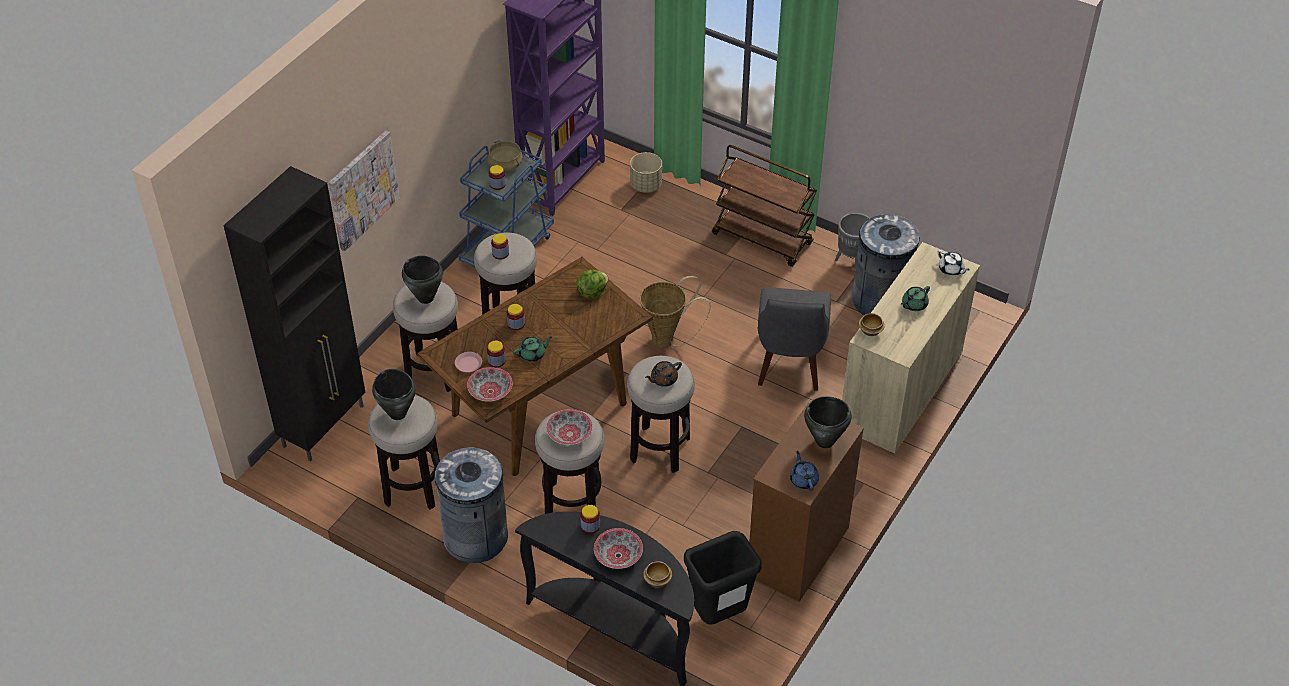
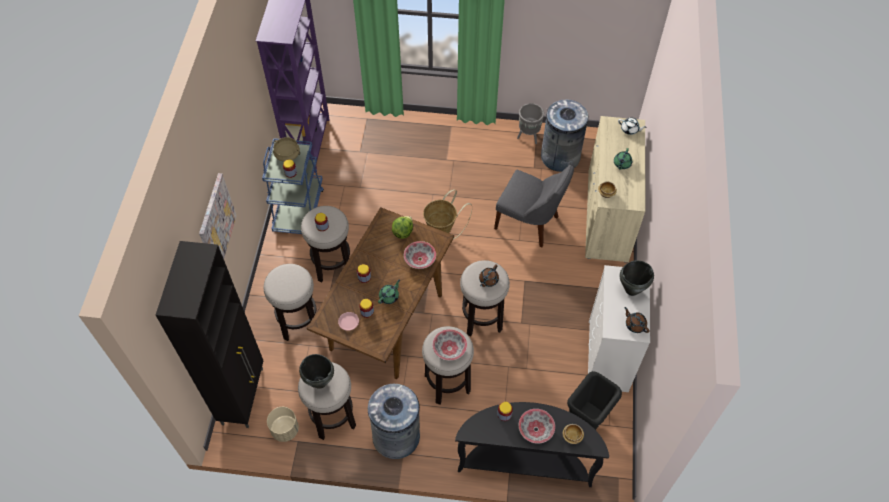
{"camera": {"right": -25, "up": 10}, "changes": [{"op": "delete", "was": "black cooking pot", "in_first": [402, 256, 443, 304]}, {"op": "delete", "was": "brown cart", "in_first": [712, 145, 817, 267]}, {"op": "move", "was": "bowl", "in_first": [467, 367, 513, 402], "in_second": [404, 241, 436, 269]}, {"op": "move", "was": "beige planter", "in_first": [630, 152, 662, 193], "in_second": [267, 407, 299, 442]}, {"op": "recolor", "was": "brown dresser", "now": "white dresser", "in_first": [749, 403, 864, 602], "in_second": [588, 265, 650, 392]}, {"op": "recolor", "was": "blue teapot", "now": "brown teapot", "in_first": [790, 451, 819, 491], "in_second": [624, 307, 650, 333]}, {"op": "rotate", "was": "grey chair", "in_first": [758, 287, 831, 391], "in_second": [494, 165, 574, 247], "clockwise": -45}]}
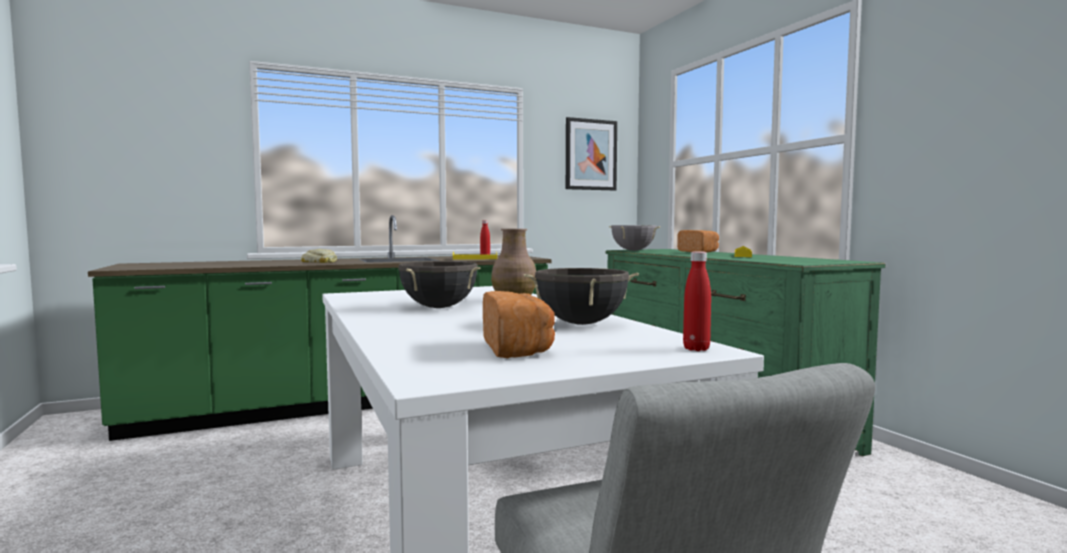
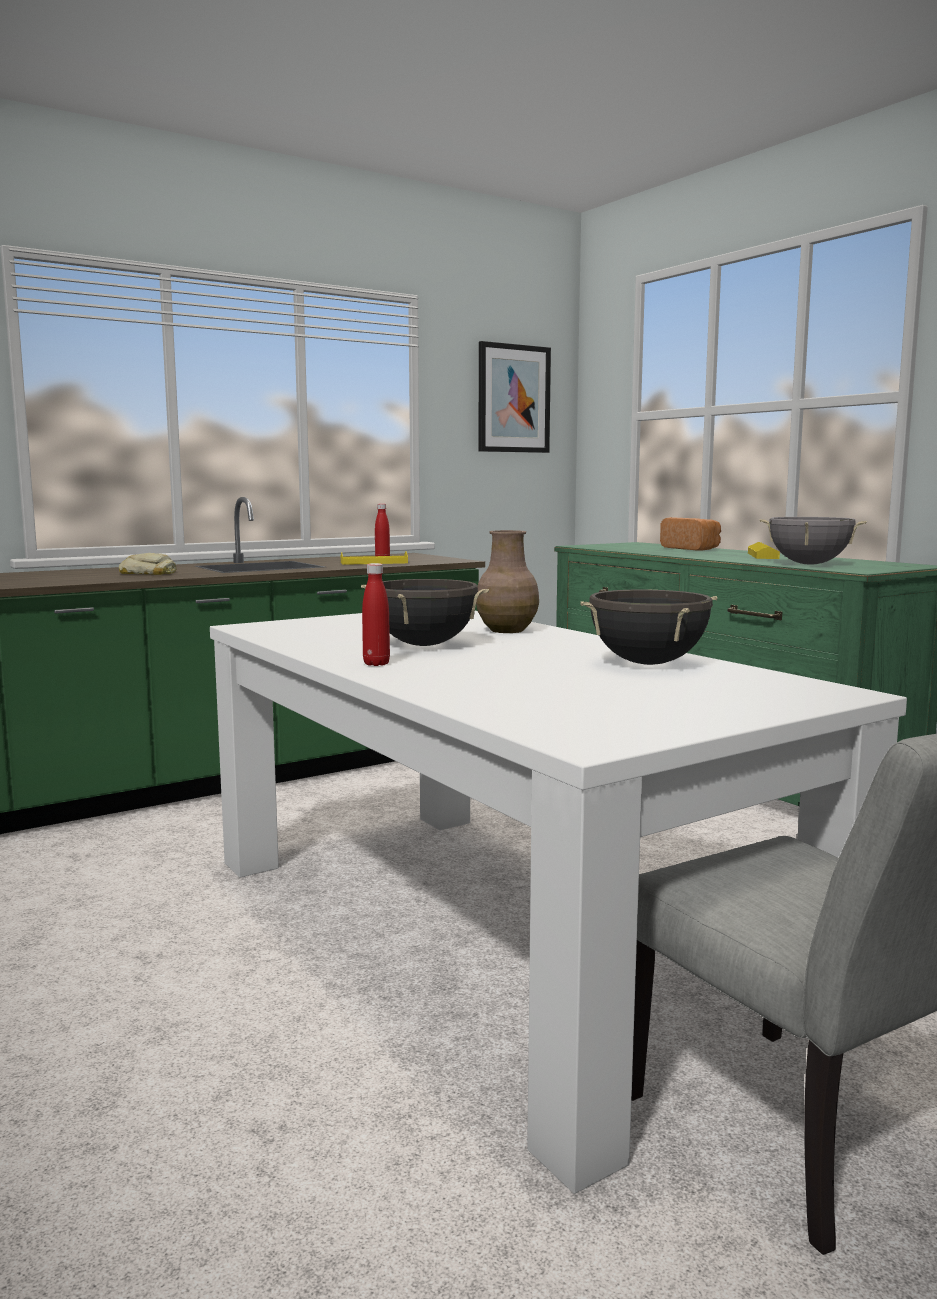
{"camera": {"right": -10, "up": 5}, "changes": [{"op": "delete", "was": "bread", "in_first": [483, 291, 555, 358]}, {"op": "move", "was": "grey cooking pot", "in_first": [609, 225, 660, 251], "in_second": [760, 517, 867, 564]}, {"op": "move", "was": "red bottle", "in_first": [683, 251, 711, 351], "in_second": [362, 563, 390, 666]}]}
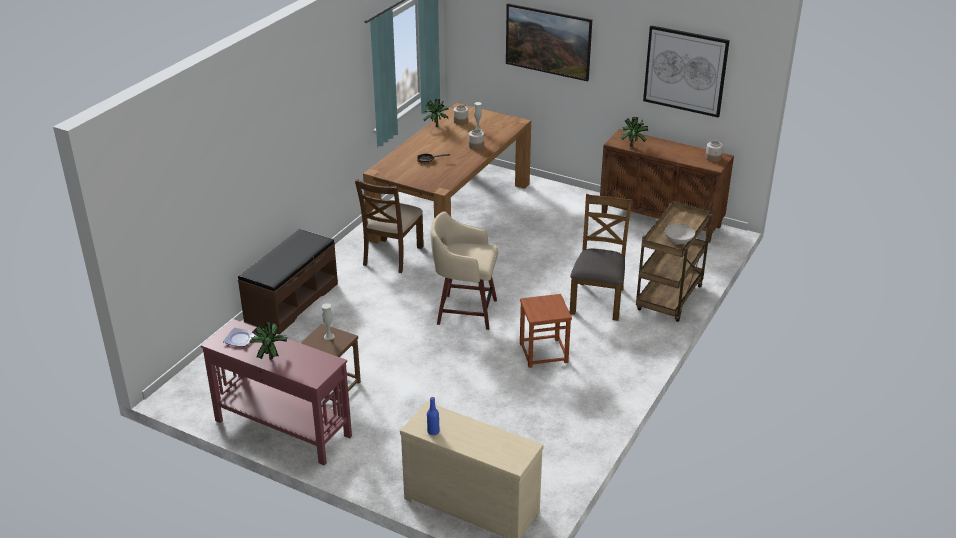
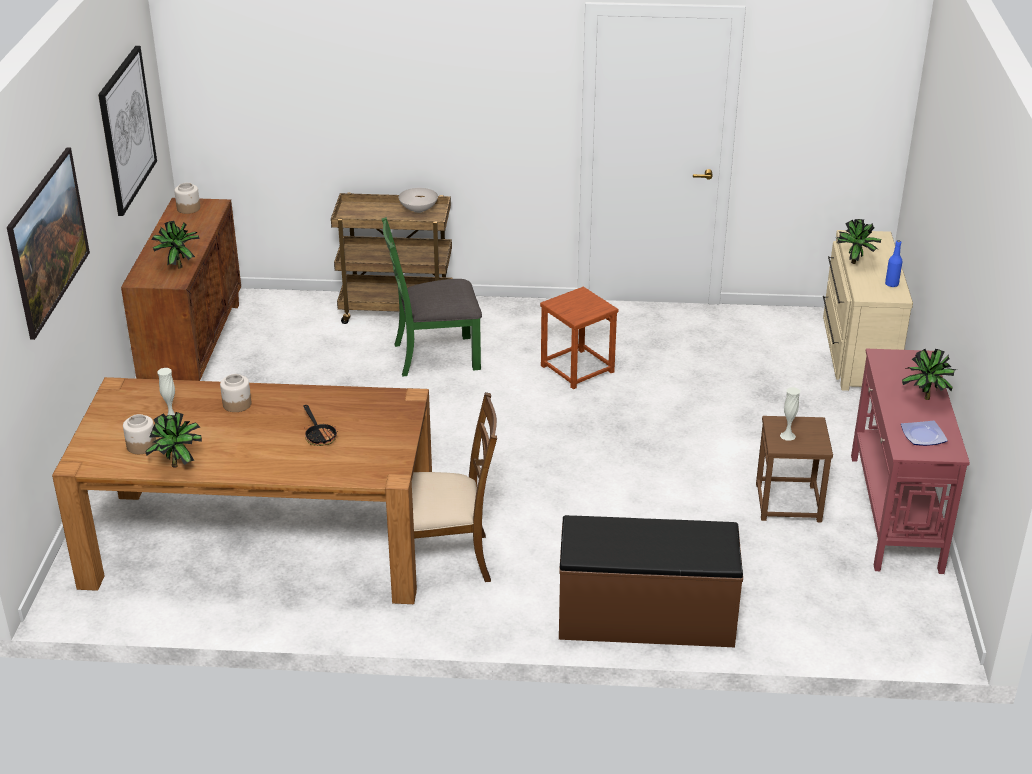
{"camera": {"right": -115, "up": 0}, "changes": [{"op": "delete", "was": "beige stool", "in_first": [431, 211, 498, 330]}, {"op": "insert", "now": "potted plant", "in_second": [837, 219, 881, 264]}, {"op": "recolor", "was": "brown chair", "now": "green chair", "in_first": [570, 194, 632, 321], "in_second": [382, 217, 482, 377]}]}
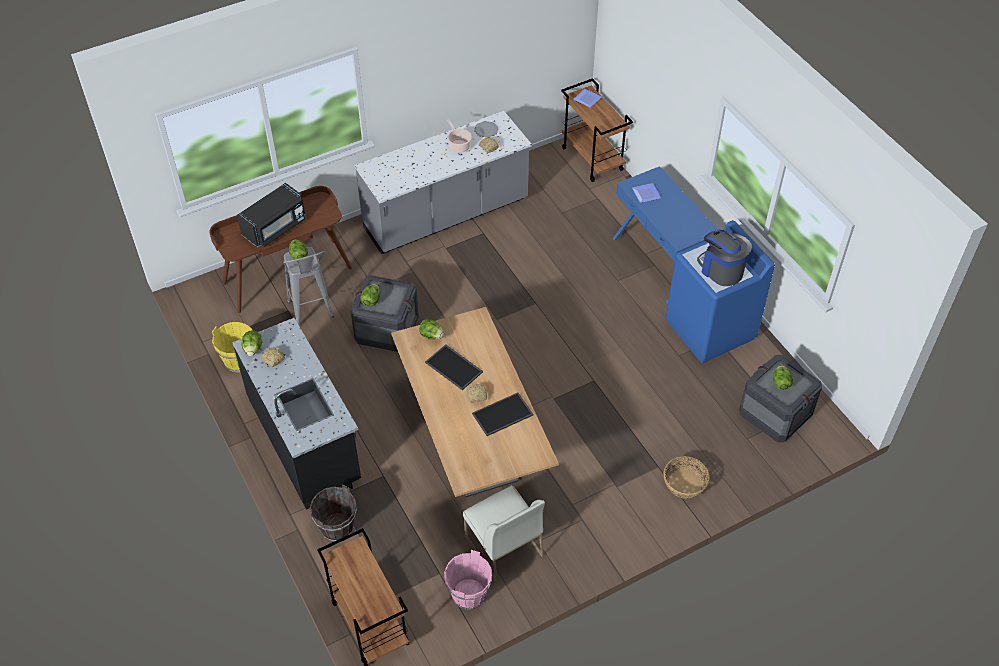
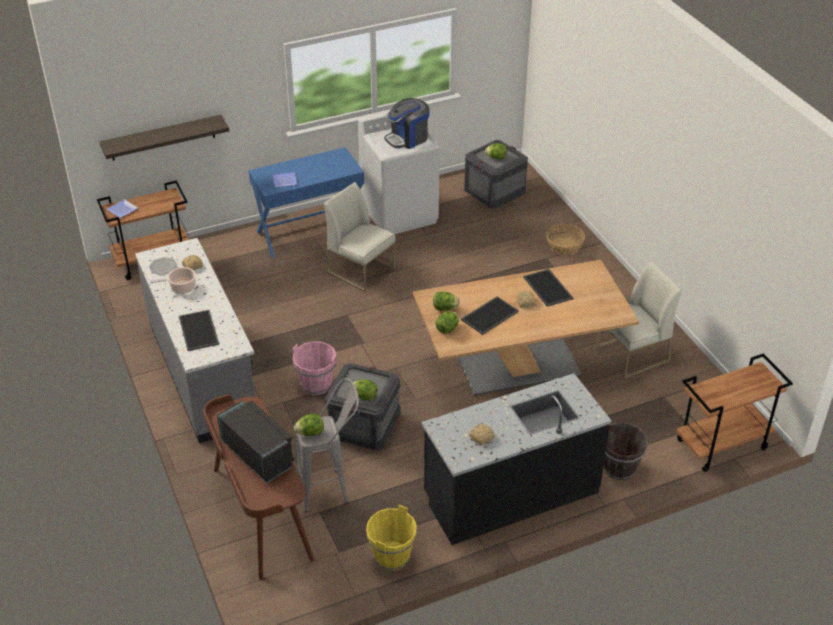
{"camera": {"right": -85, "up": -10}, "changes": [{"op": "insert", "now": "shelf", "in_second": [99, 115, 229, 161]}, {"op": "insert", "now": "tray", "in_second": [179, 310, 219, 351]}, {"op": "insert", "now": "white chair", "in_second": [324, 182, 395, 292]}, {"op": "move", "was": "lettuce", "in_first": [242, 330, 262, 356], "in_second": [433, 291, 460, 311]}, {"op": "move", "was": "pink bucket", "in_first": [444, 550, 492, 610], "in_second": [292, 341, 336, 395]}, {"op": "recolor", "was": "blue washing machine", "now": "white washing machine", "in_first": [666, 220, 775, 363], "in_second": [358, 112, 440, 234]}]}
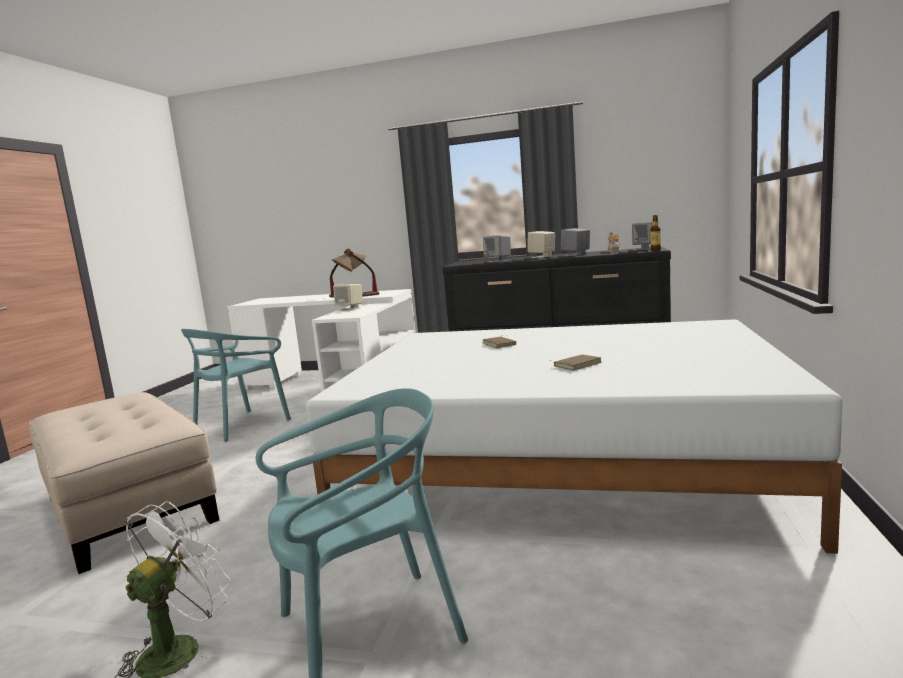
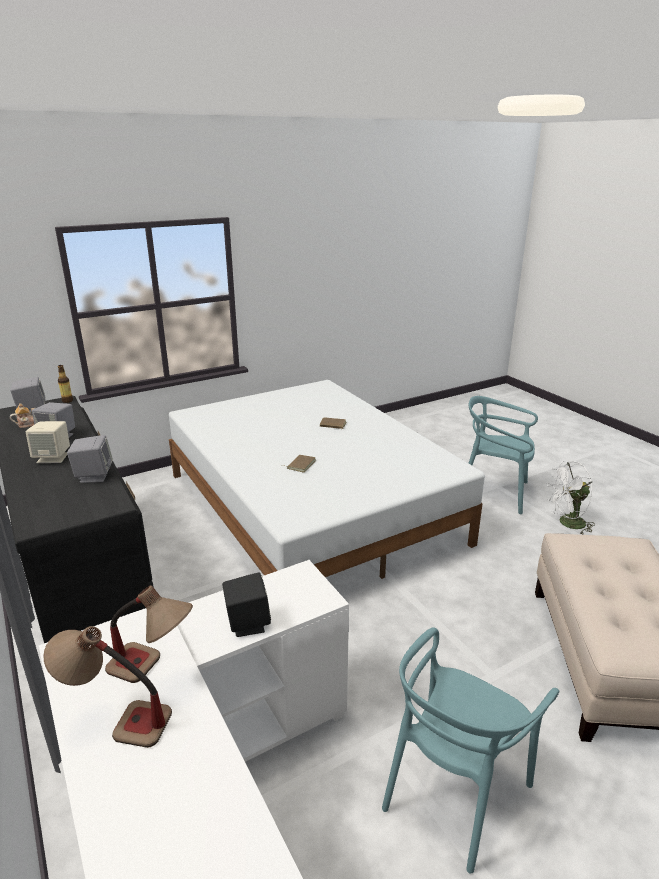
{"camera": {"right": -135, "up": 15}, "changes": [{"op": "recolor", "was": "beige speaker", "now": "black speaker", "in_first": [333, 284, 363, 311], "in_second": [222, 573, 271, 637]}, {"op": "rotate", "was": "turquoise chair", "in_first": [181, 329, 291, 442], "in_second": [382, 627, 559, 873], "clockwise": 135}]}
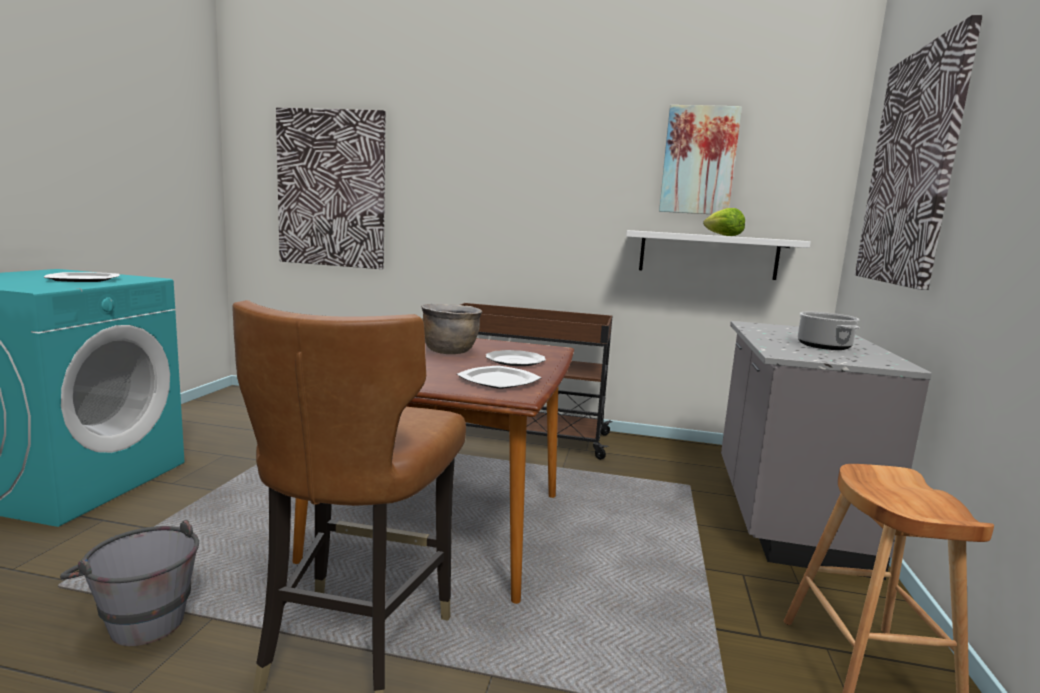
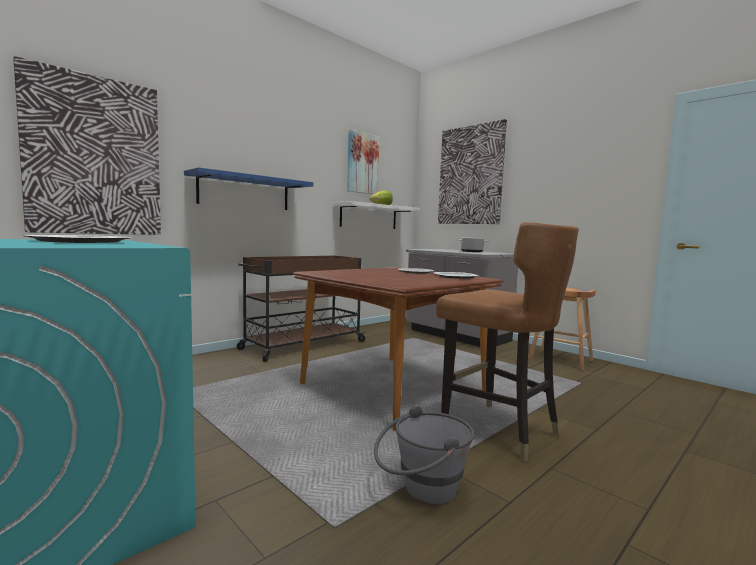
{"camera": {"right": -55, "up": -5}, "changes": [{"op": "delete", "was": "brown cooking pot", "in_first": [421, 304, 483, 354]}, {"op": "insert", "now": "blue shelf", "in_second": [184, 167, 314, 210]}]}
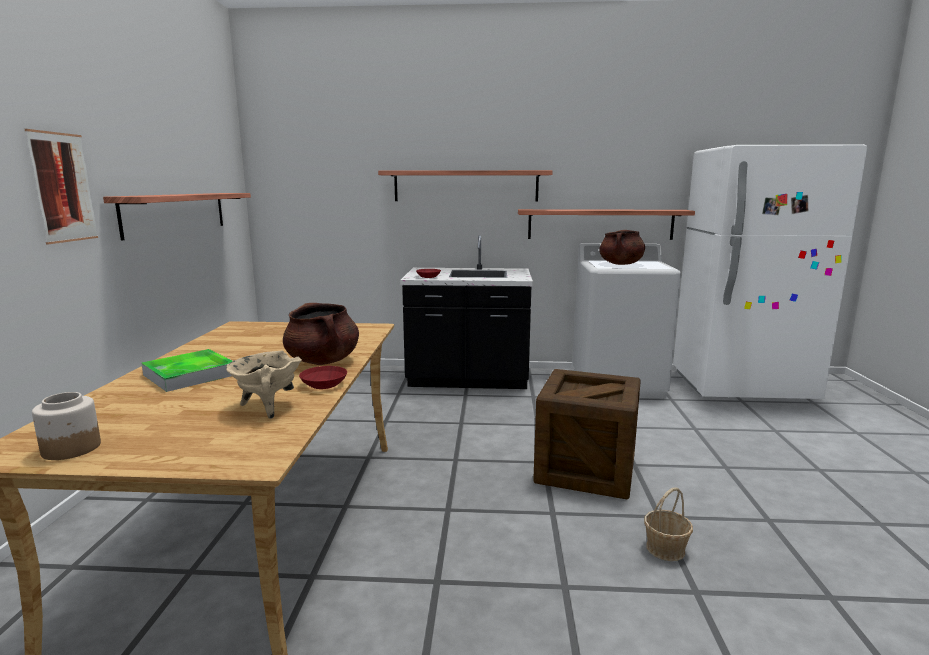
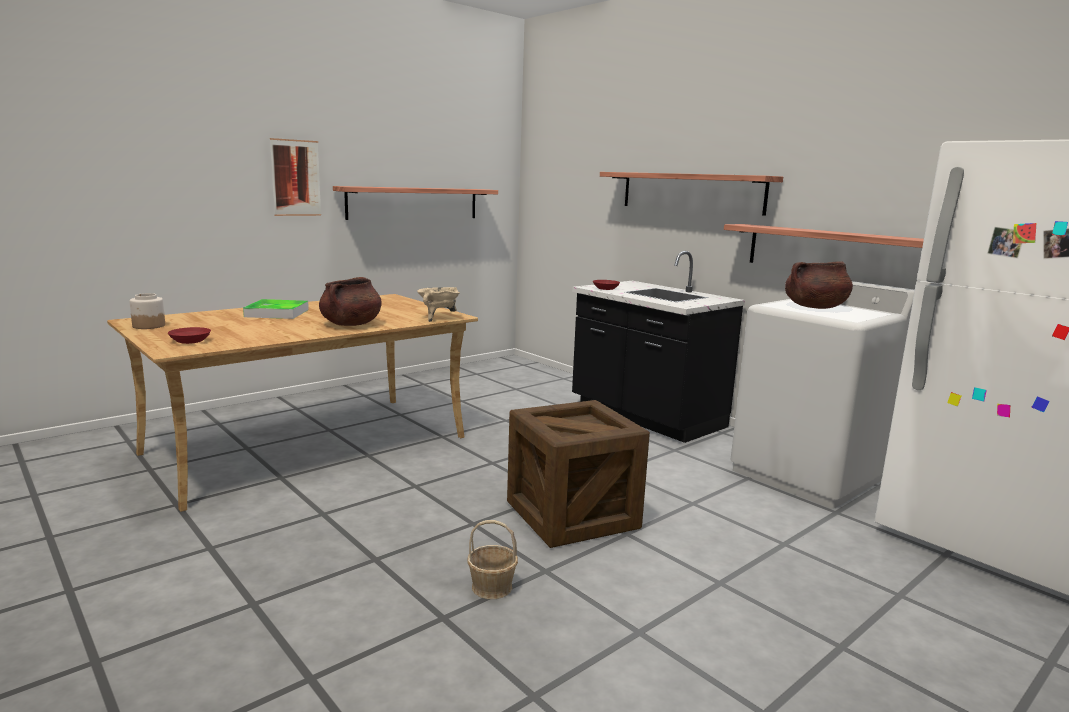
{"camera": {"right": 45, "up": 0}, "changes": [{"op": "move", "was": "beige cooking pot", "in_first": [226, 351, 302, 419], "in_second": [417, 287, 460, 322]}, {"op": "move", "was": "red bowl", "in_first": [299, 366, 347, 389], "in_second": [168, 327, 211, 344]}]}
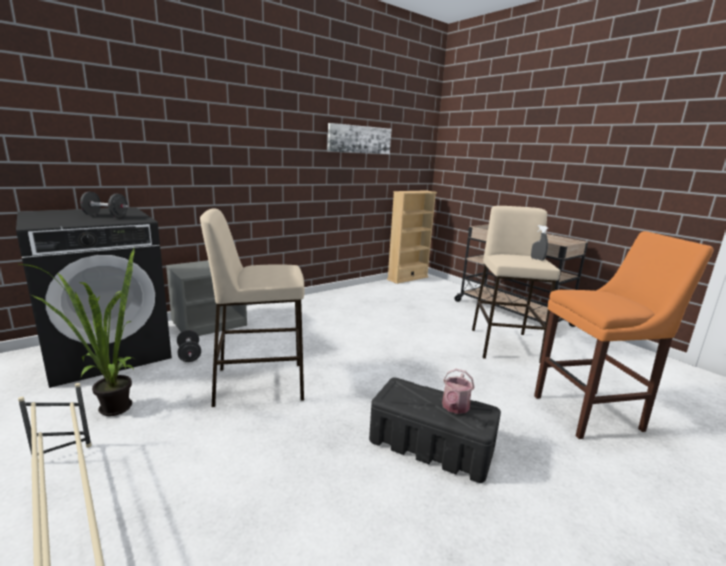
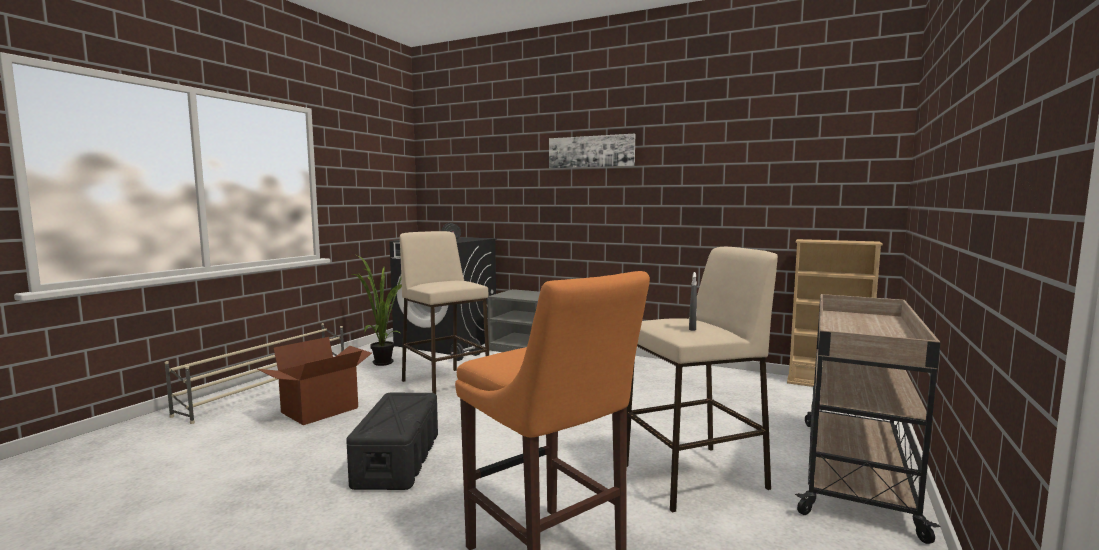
{"camera": {"right": 65, "up": -10}, "changes": [{"op": "delete", "was": "watering can", "in_first": [442, 369, 475, 414]}, {"op": "insert", "now": "cardboard box", "in_second": [257, 337, 372, 425]}, {"op": "move", "was": "picture", "in_first": [328, 123, 391, 154], "in_second": [549, 134, 635, 169]}]}
